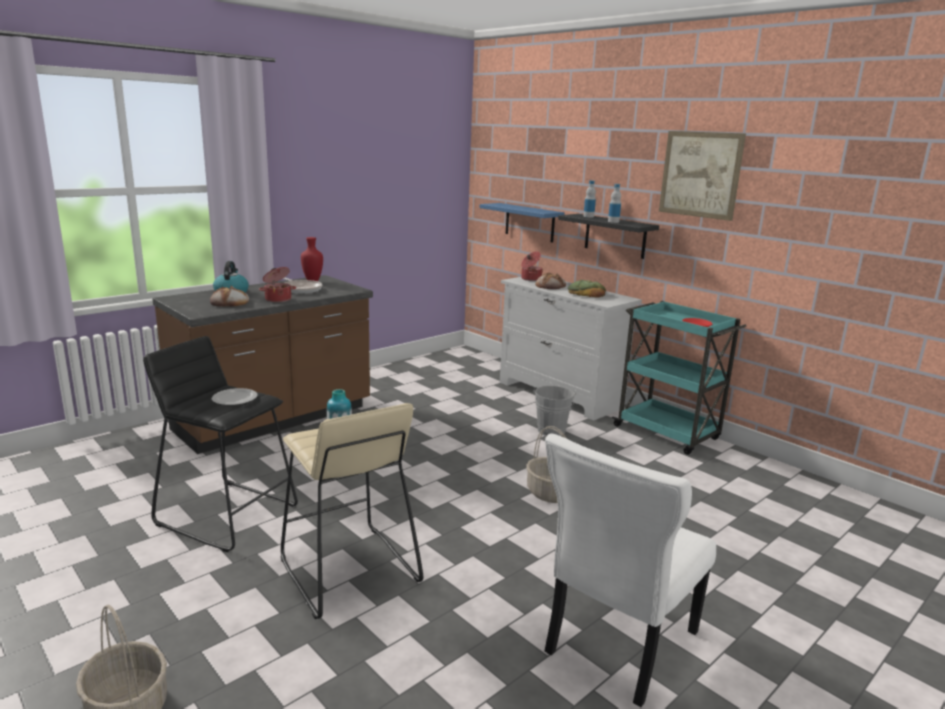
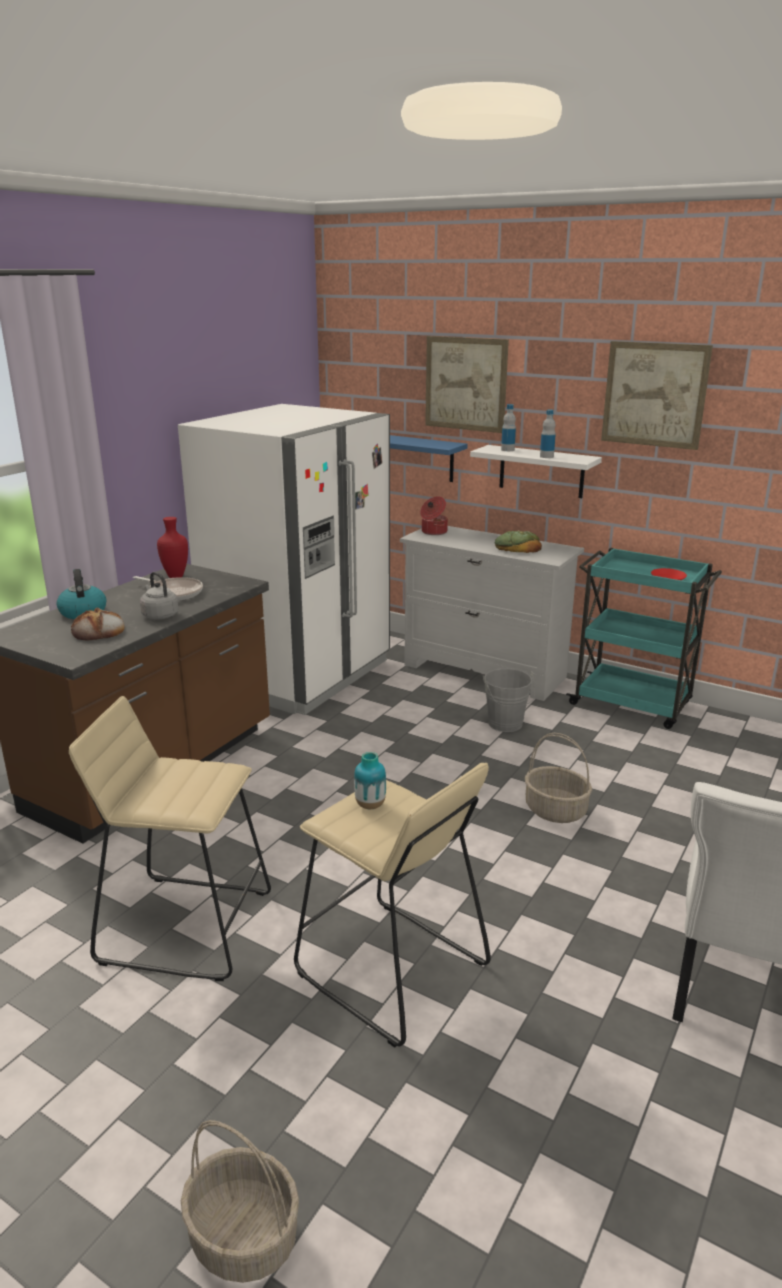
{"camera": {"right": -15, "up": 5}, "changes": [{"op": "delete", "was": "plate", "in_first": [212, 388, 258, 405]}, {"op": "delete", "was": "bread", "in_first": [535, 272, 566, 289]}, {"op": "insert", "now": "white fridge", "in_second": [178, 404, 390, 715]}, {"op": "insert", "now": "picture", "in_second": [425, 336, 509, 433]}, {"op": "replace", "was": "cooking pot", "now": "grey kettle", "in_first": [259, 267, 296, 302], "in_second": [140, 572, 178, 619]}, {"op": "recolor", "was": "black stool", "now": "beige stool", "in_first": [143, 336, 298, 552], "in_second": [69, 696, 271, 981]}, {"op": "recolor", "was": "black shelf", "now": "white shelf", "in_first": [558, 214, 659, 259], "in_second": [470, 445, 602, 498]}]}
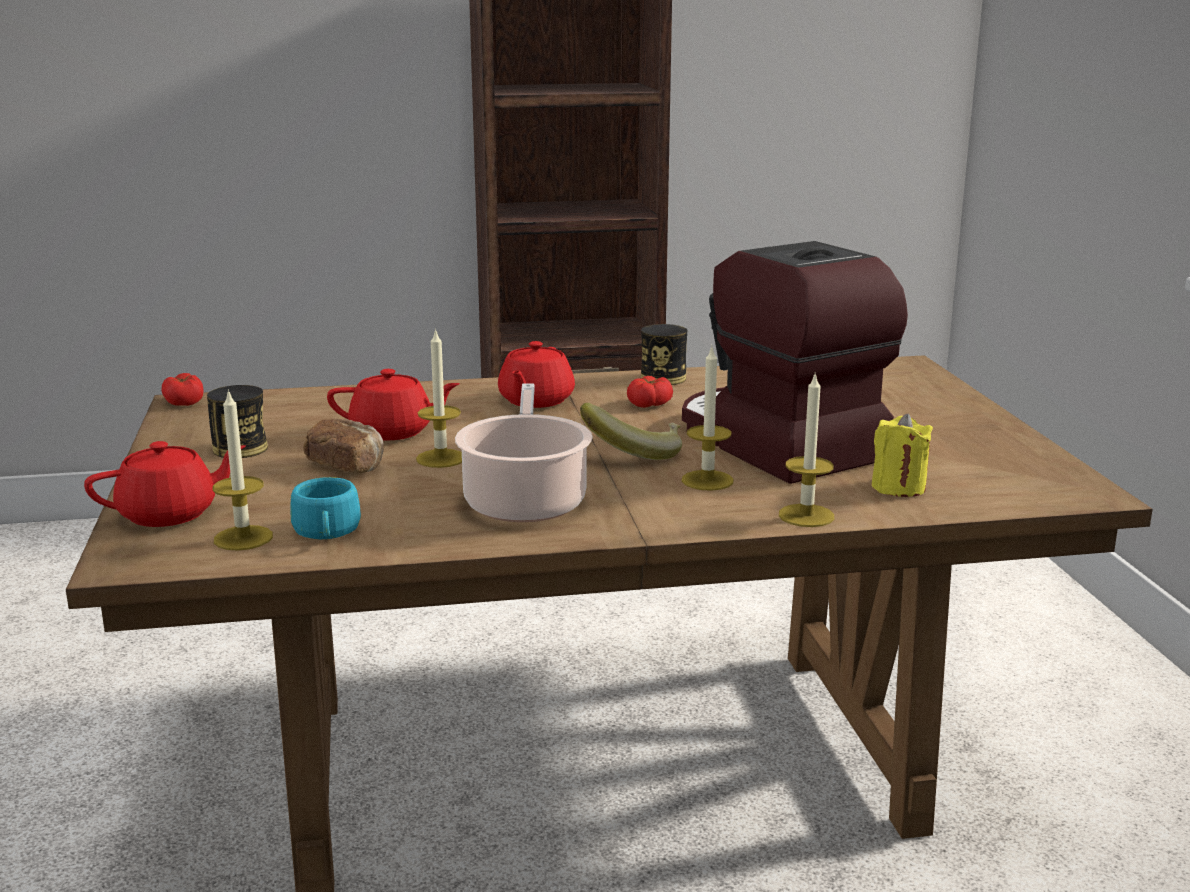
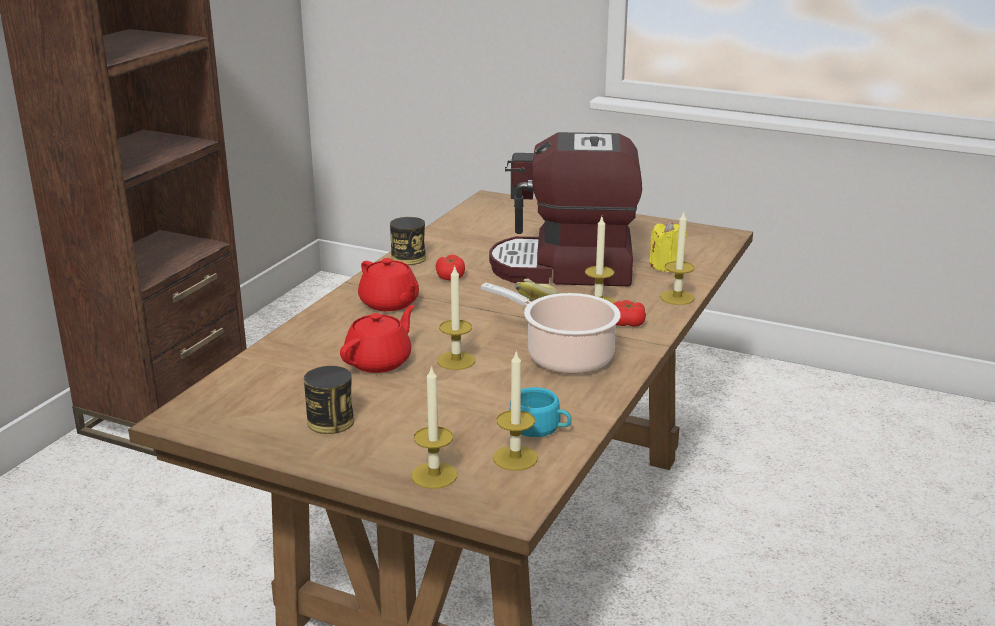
{"camera": {"right": -55, "up": 5}, "changes": [{"op": "delete", "was": "bread", "in_first": [303, 419, 384, 473]}, {"op": "move", "was": "tomato", "in_first": [161, 373, 204, 406], "in_second": [613, 300, 646, 327]}, {"op": "replace", "was": "red teapot", "now": "candle", "in_first": [84, 441, 245, 527], "in_second": [412, 365, 457, 489]}]}
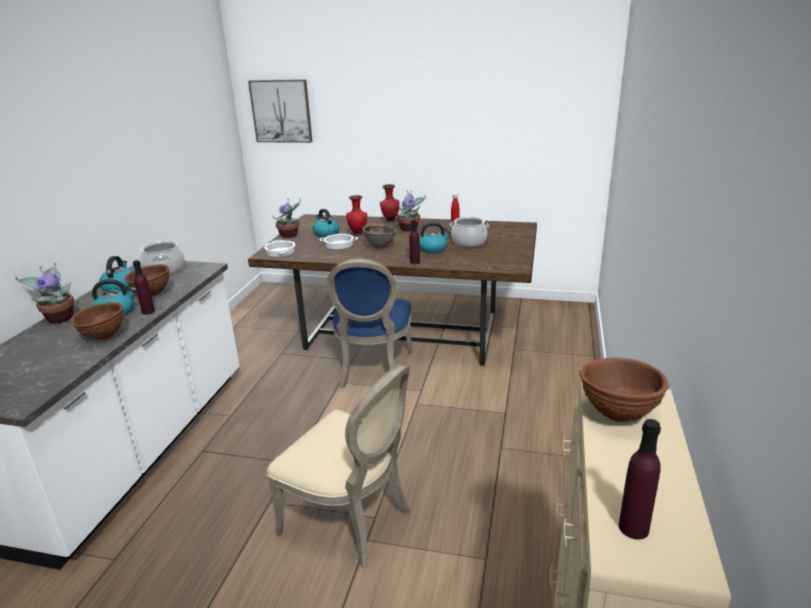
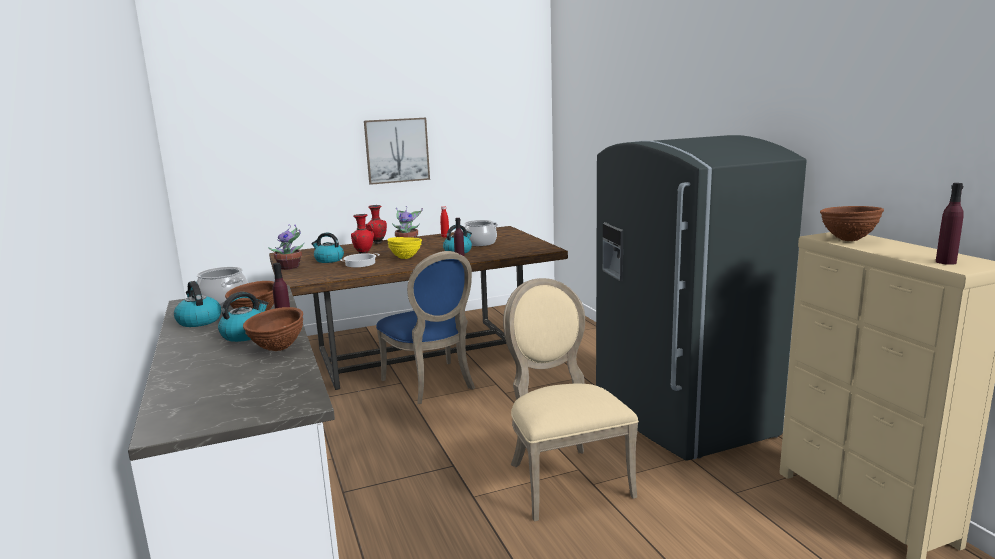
{"camera": {"right": -35, "up": -10}, "changes": [{"op": "delete", "was": "potted plant", "in_first": [15, 262, 74, 323]}, {"op": "delete", "was": "cooking pot", "in_first": [264, 240, 295, 257]}, {"op": "insert", "now": "grey fridge", "in_second": [596, 135, 807, 461]}, {"op": "move", "was": "picture", "in_first": [248, 79, 313, 143], "in_second": [364, 118, 430, 185]}, {"op": "recolor", "was": "brown bowl", "now": "yellow bowl", "in_first": [362, 224, 397, 248], "in_second": [387, 237, 422, 259]}, {"op": "rotate", "was": "beige chair", "in_first": [266, 364, 410, 568], "in_second": [503, 278, 639, 522], "clockwise": -105}]}
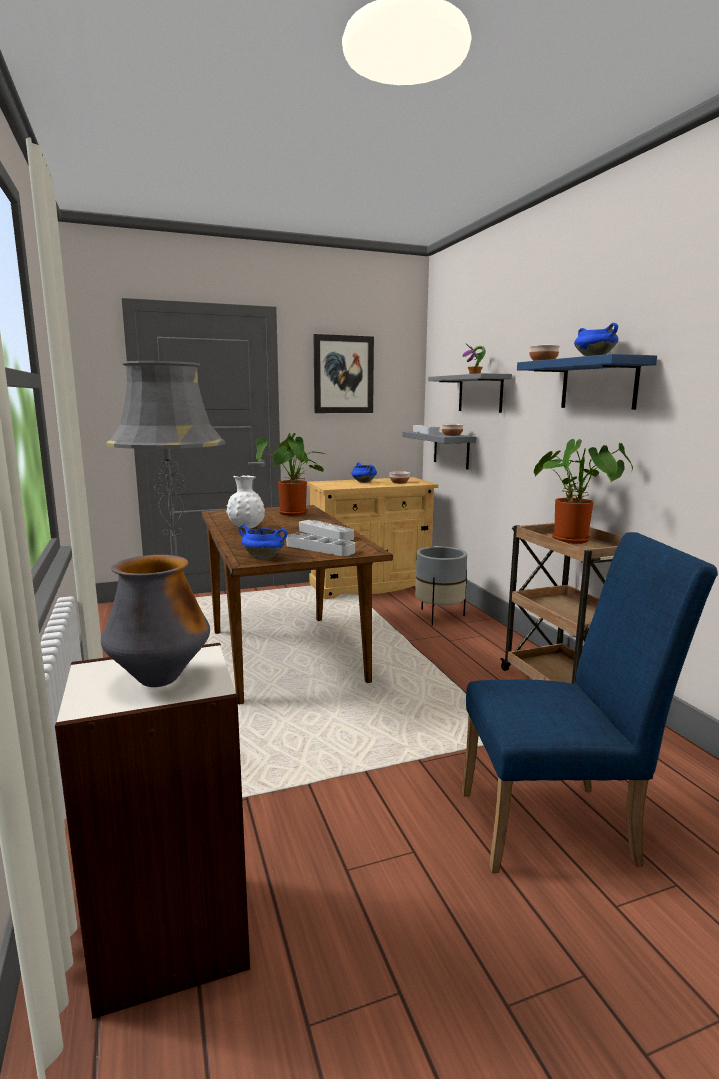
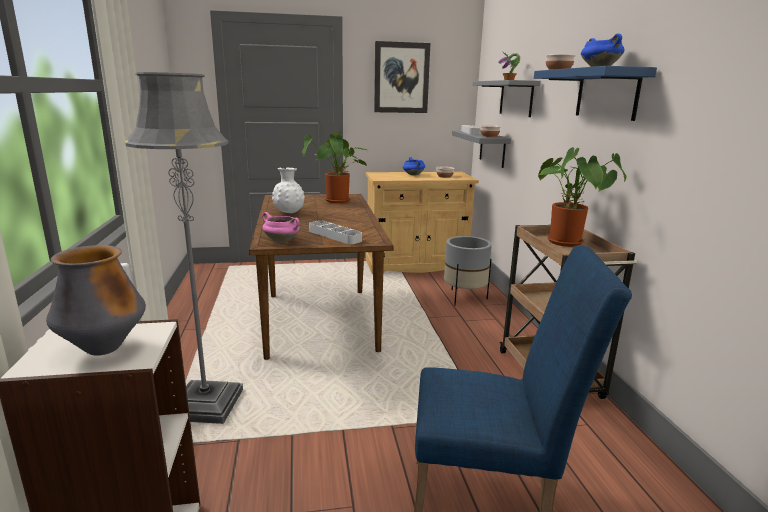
{"camera": {"right": 10, "up": 5}, "changes": [{"op": "delete", "was": "grey tray", "in_first": [299, 520, 354, 541]}, {"op": "recolor", "was": "blue cooking pot", "now": "pink cooking pot", "in_first": [238, 525, 287, 559], "in_second": [262, 212, 300, 243]}]}
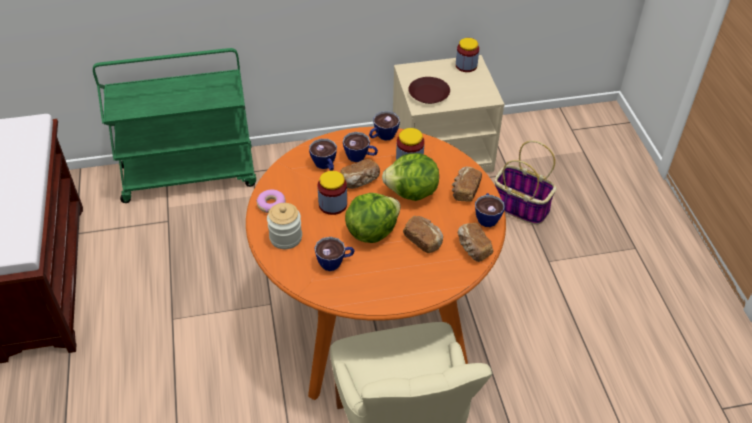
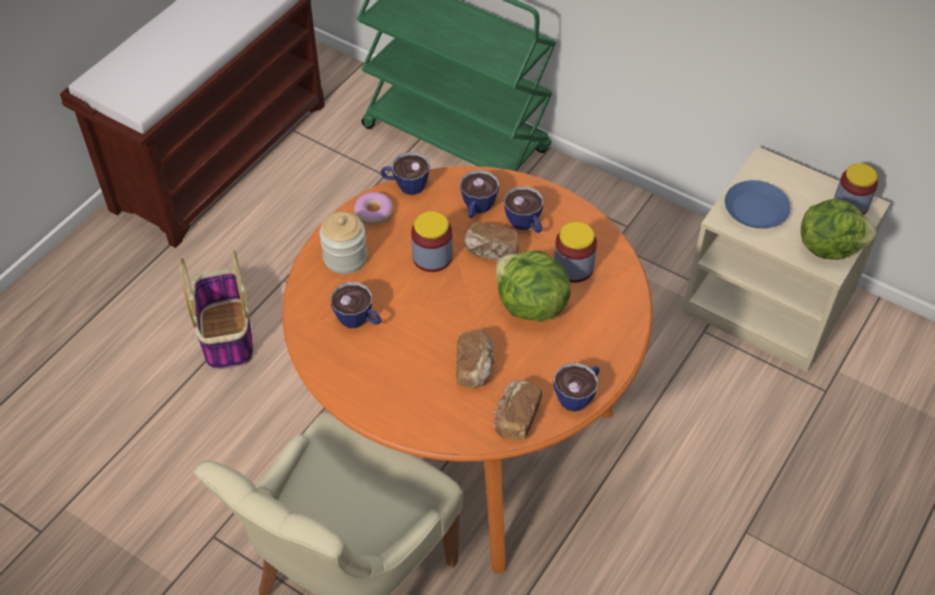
{"camera": {"right": 45, "up": 5}, "changes": [{"op": "delete", "was": "bread", "in_first": [452, 167, 482, 202]}, {"op": "move", "was": "lettuce", "in_first": [345, 193, 401, 243], "in_second": [801, 198, 876, 260]}, {"op": "move", "was": "cup", "in_first": [369, 111, 400, 141], "in_second": [381, 152, 430, 195]}, {"op": "move", "was": "basket", "in_first": [495, 141, 556, 225], "in_second": [180, 251, 253, 370]}, {"op": "recolor", "was": "brown plate", "now": "blue plate", "in_first": [408, 77, 450, 104], "in_second": [725, 180, 791, 229]}]}
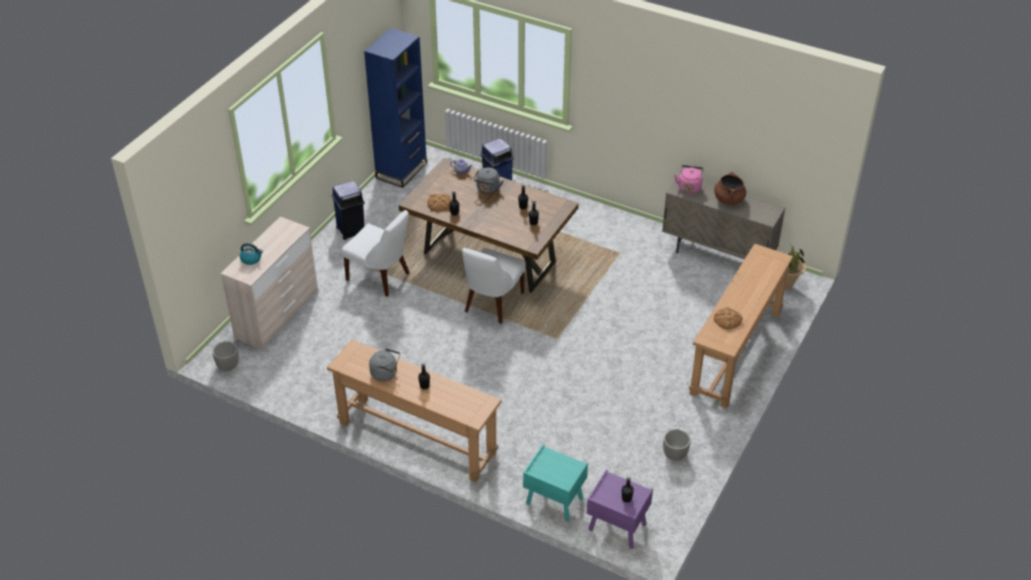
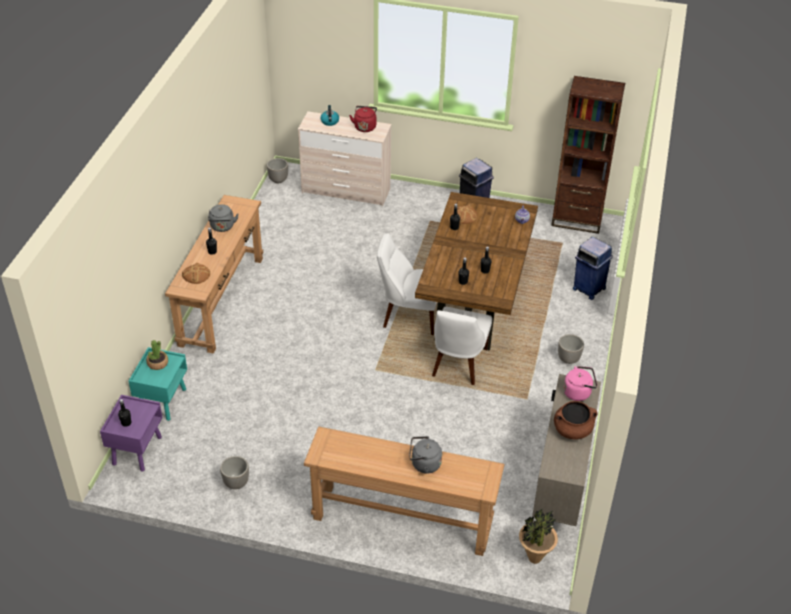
{"camera": {"right": 75, "up": 0}, "changes": [{"op": "insert", "now": "potted plant", "in_second": [146, 340, 168, 370]}, {"op": "insert", "now": "red kettle", "in_second": [349, 106, 377, 132]}, {"op": "insert", "now": "planter", "in_second": [558, 334, 584, 364]}, {"op": "move", "was": "white chair", "in_first": [342, 210, 410, 297], "in_second": [432, 307, 492, 385]}, {"op": "move", "was": "grey kettle", "in_first": [473, 167, 504, 194], "in_second": [409, 436, 442, 474]}, {"op": "move", "was": "bread", "in_first": [714, 307, 743, 329], "in_second": [182, 263, 210, 284]}, {"op": "recolor", "was": "blue bookcase", "now": "brown bookcase", "in_first": [364, 28, 427, 188], "in_second": [551, 76, 625, 234]}]}
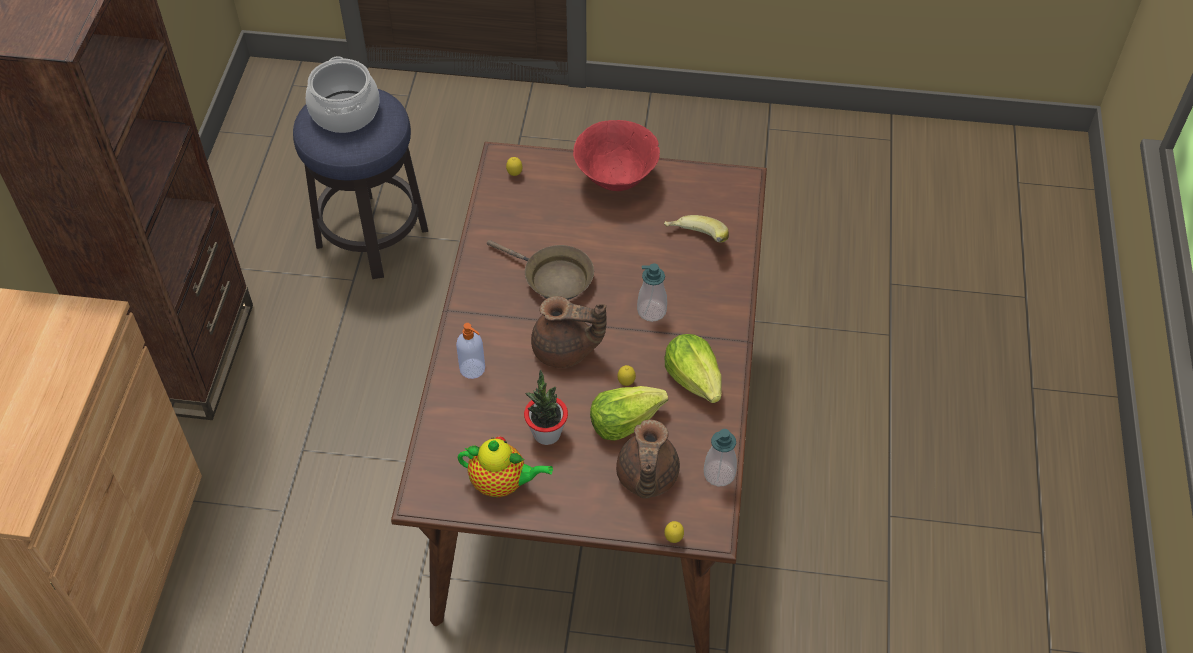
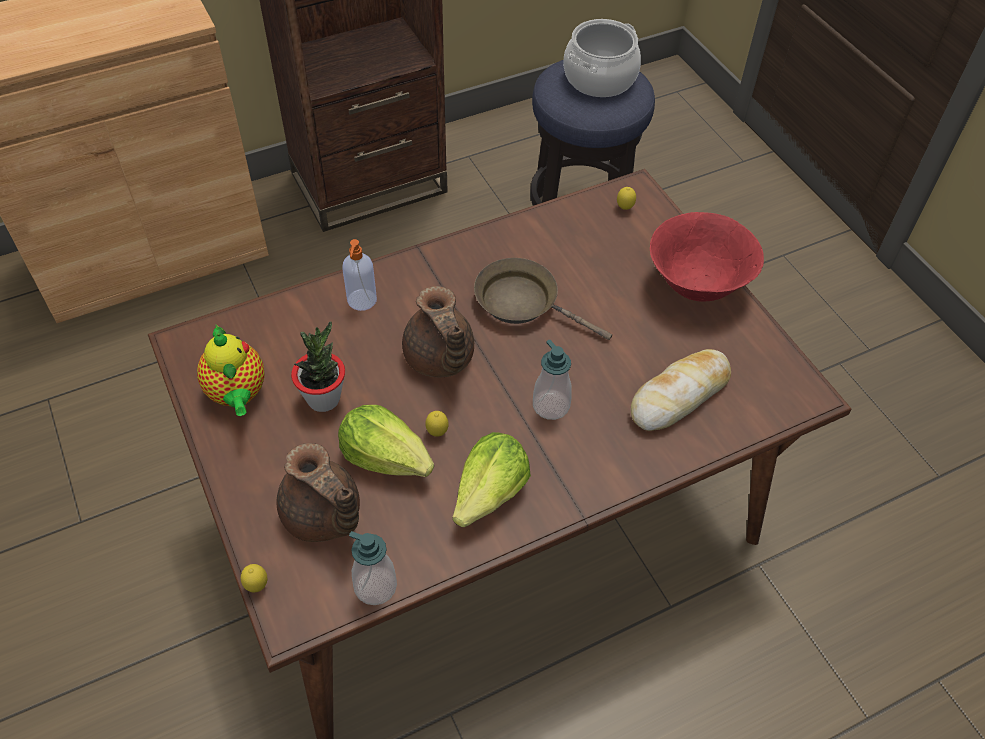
{"camera": {"right": 55, "up": 0}, "changes": [{"op": "replace", "was": "banana", "now": "bread", "in_first": [664, 215, 729, 243], "in_second": [631, 349, 731, 431]}, {"op": "rotate", "was": "brown frying pan", "in_first": [487, 240, 594, 300], "in_second": [474, 258, 612, 340], "clockwise": 120}, {"op": "rotate", "was": "brown teapot", "in_first": [616, 420, 680, 499], "in_second": [277, 443, 360, 542], "clockwise": -105}]}
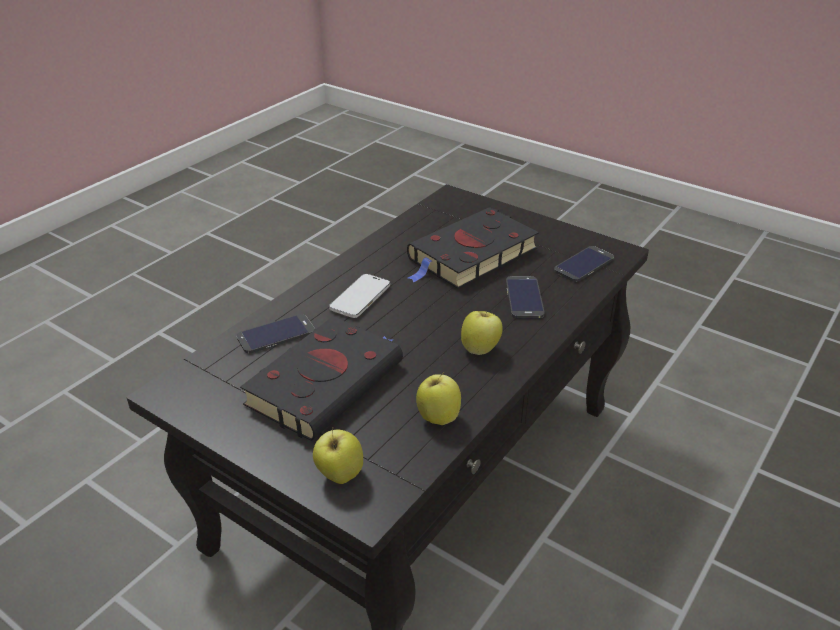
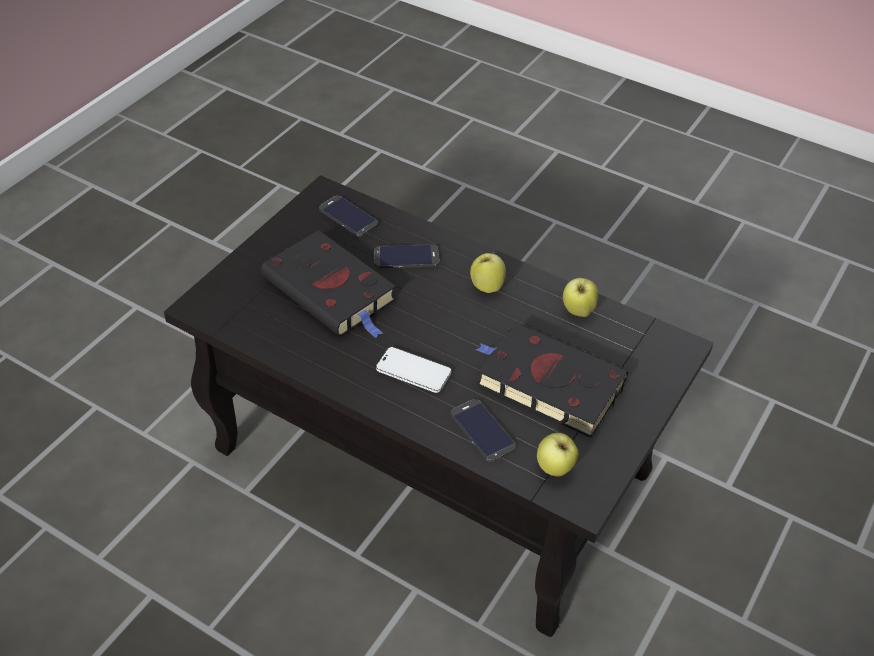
{"camera": {"right": -95, "up": 10}, "changes": [{"op": "move", "was": "apple", "in_first": [313, 428, 363, 484], "in_second": [537, 433, 579, 477]}]}
